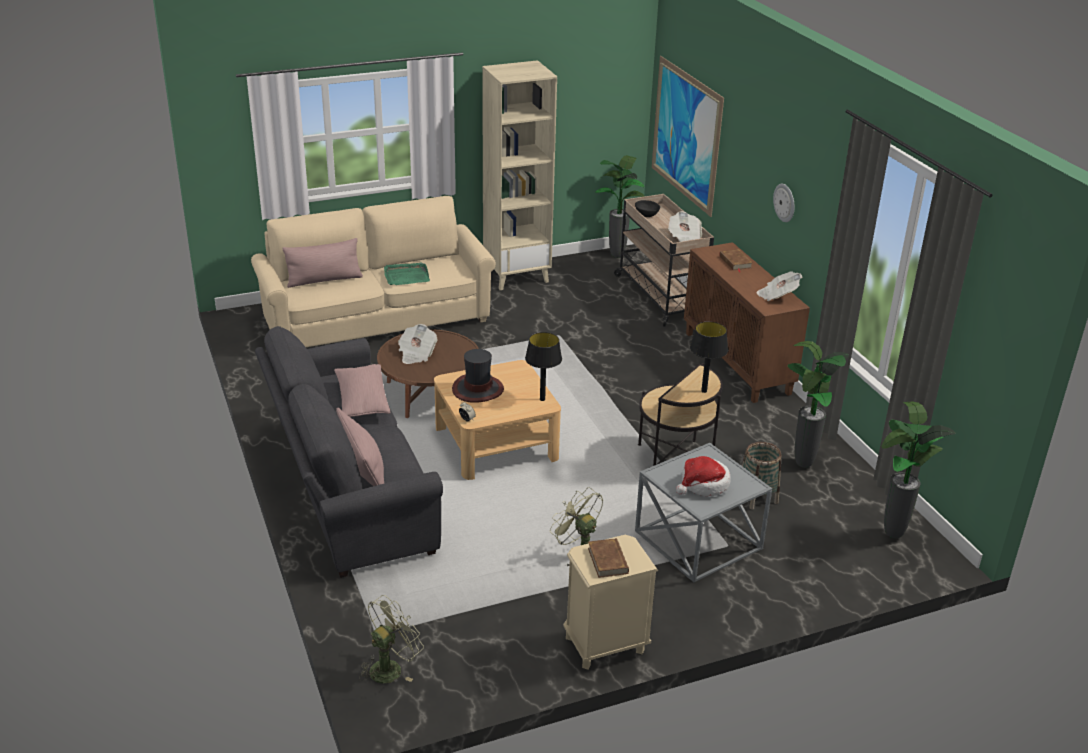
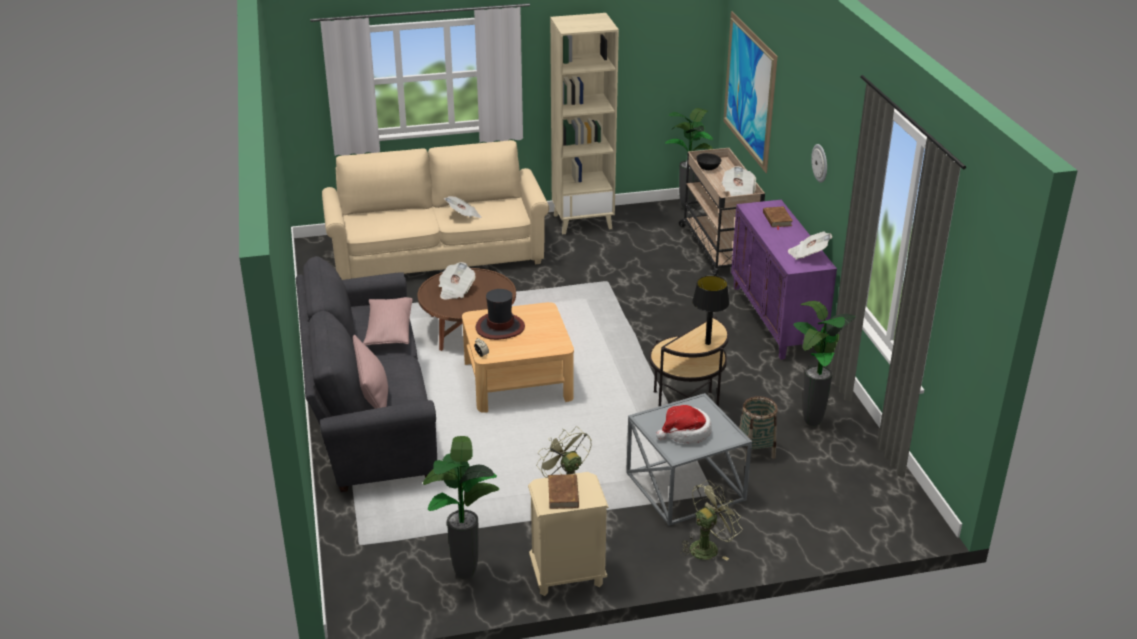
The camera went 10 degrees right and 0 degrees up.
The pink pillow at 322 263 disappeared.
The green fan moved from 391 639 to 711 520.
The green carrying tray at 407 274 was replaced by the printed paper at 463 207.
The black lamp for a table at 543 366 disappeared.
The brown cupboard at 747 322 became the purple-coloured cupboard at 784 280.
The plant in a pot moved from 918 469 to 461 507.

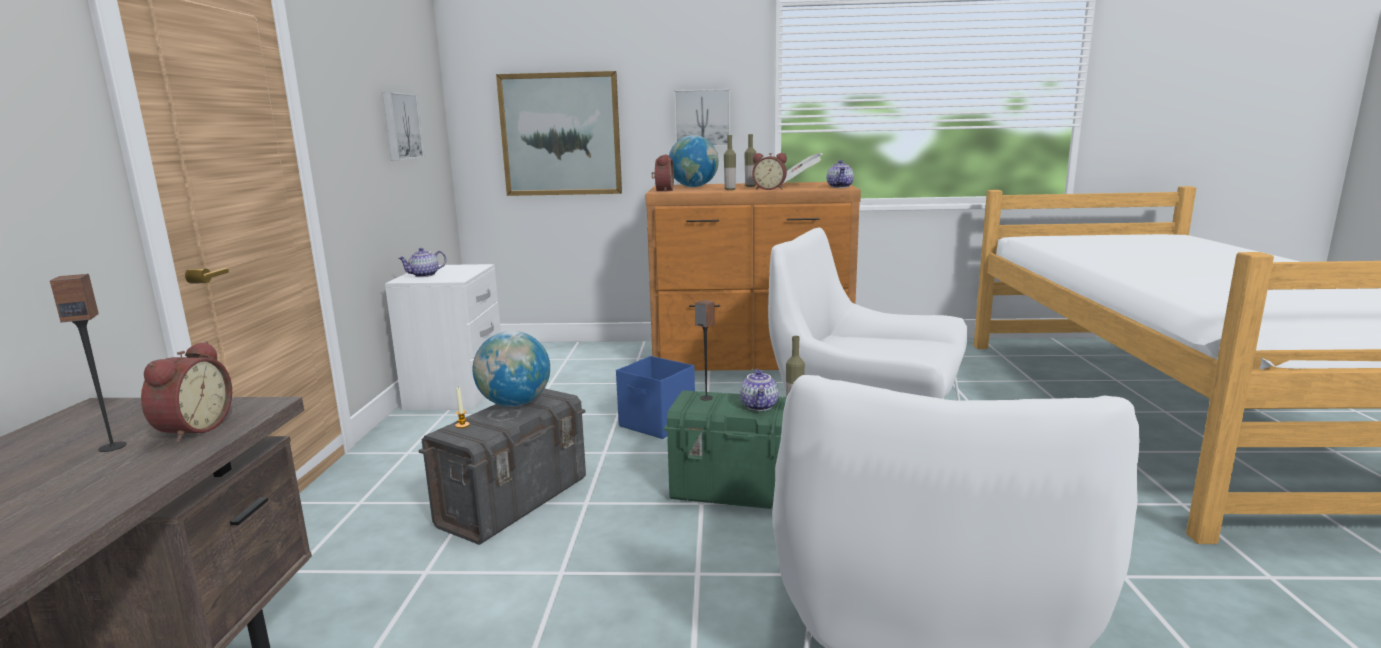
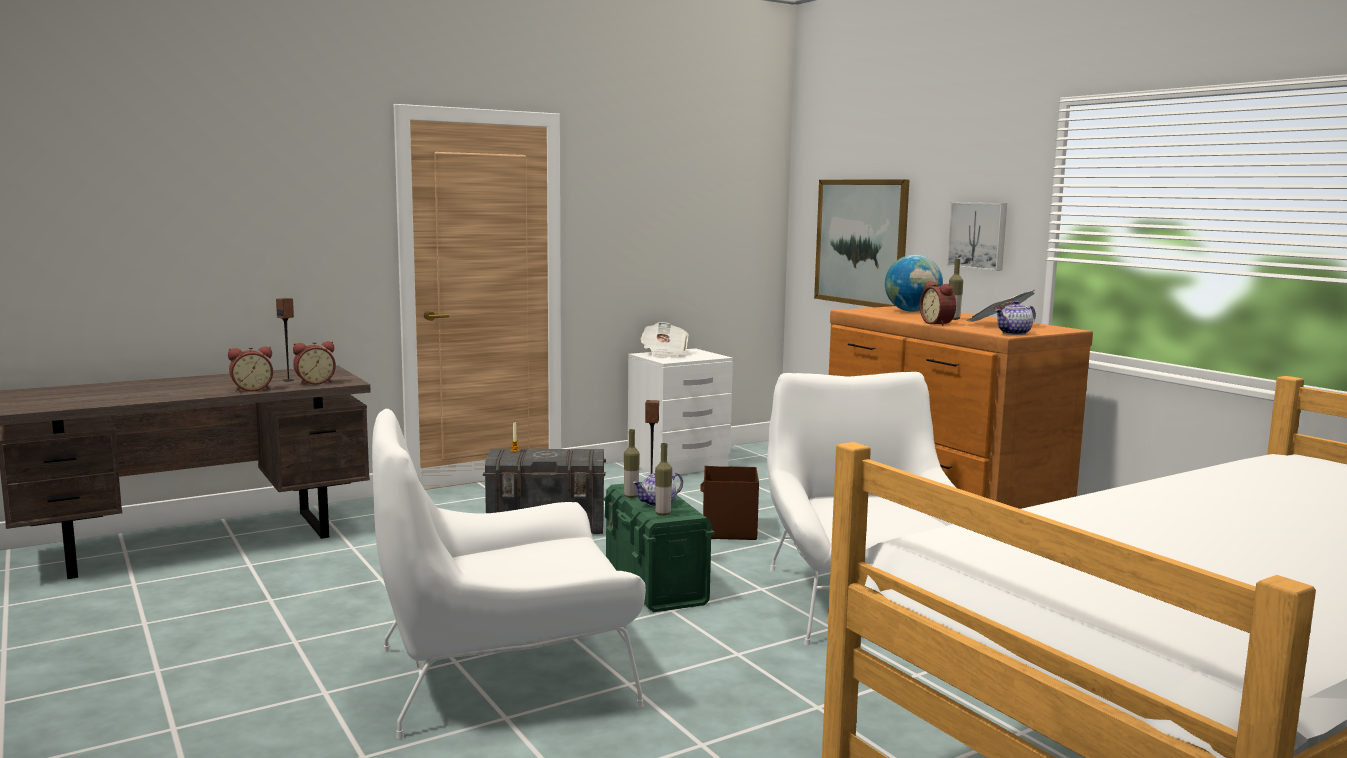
The camera went 55 degrees right and 5 degrees down.
The picture at 403 126 disappeared.
The tea pot at 422 262 was replaced by the printed paper at 664 340.
The globe at 511 369 disappeared.
The blue-coloured storage box at 655 397 became the brown storage box at 729 503.
The table clock moved from 662 173 to 250 369.
The beverage bottle moved from 730 162 to 632 463.

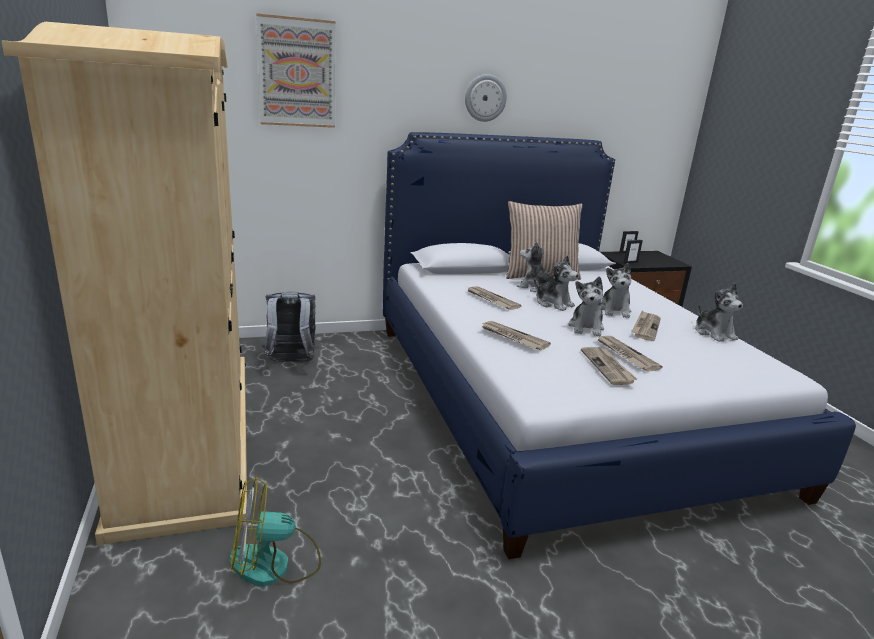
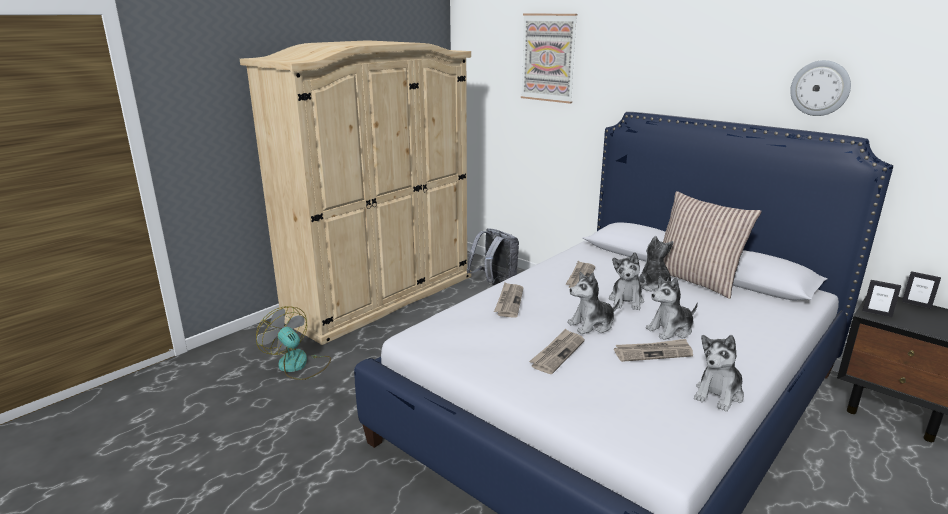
The camera went 60 degrees right and 0 degrees up.
The hanging clock moved from 486 98 to 820 88.
The printed paper at 609 366 disappeared.

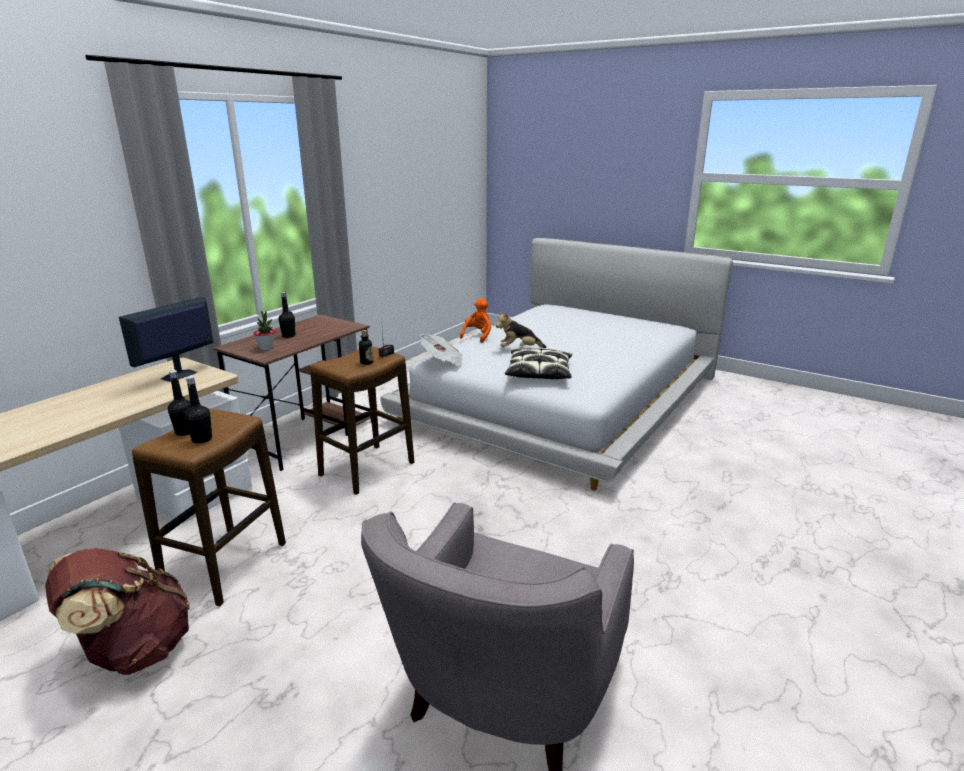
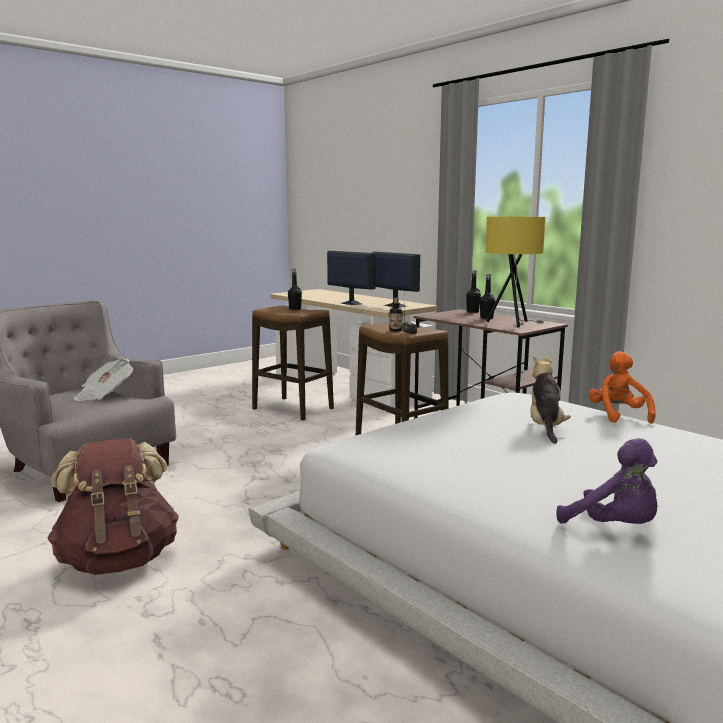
The camera went 105 degrees right and 10 degrees down.
The brown knapsack moved from 117 611 to 113 506.
The black beverage bottle moved from 198 409 to 473 291.
The plant in a pot at 264 331 disappeared.
The printed paper moved from 441 350 to 103 380.
The orangey cuddly toy at 475 320 turned 135 degrees counterclockwise.
The pillow at 538 364 disappeared.
The computer display at 351 278 appeared.
The yellowish lamp for a table at 515 272 appeared.
The purple-coloured cuddly toy at 606 481 appeared.

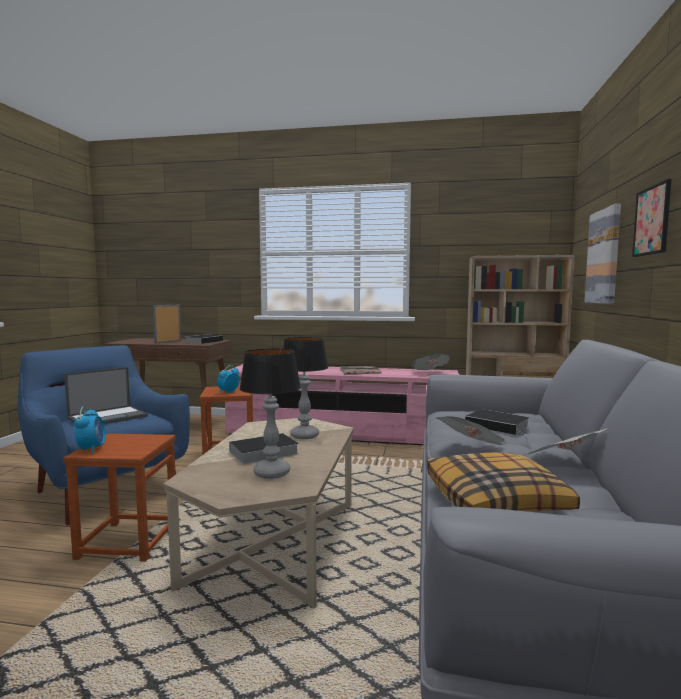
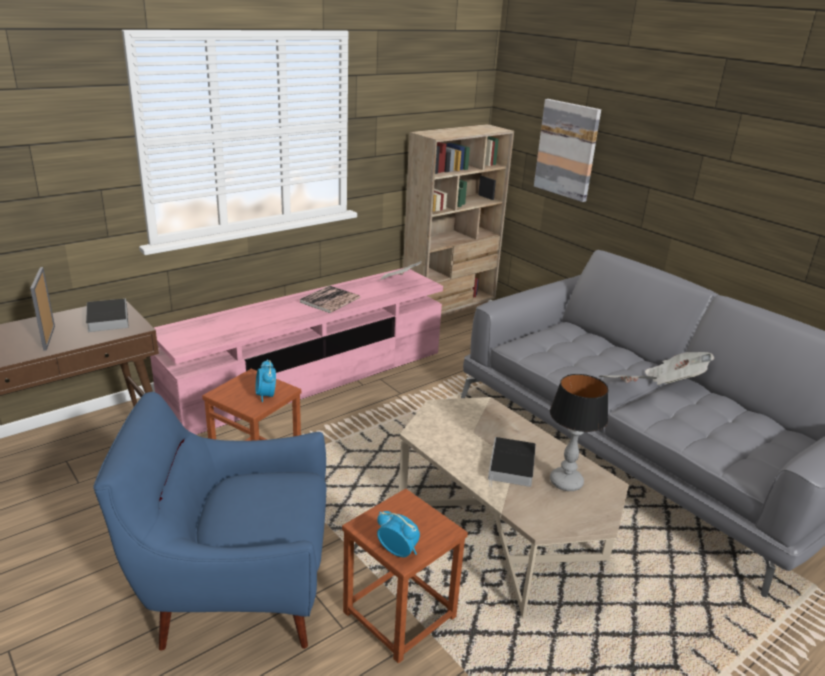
The camera went 50 degrees left and 20 degrees up.
The laptop at 106 395 disappeared.
The lamp for a table at 305 388 disappeared.
The pillow at 503 482 disappeared.
The volume at 497 422 disappeared.
The picture at 652 218 disappeared.

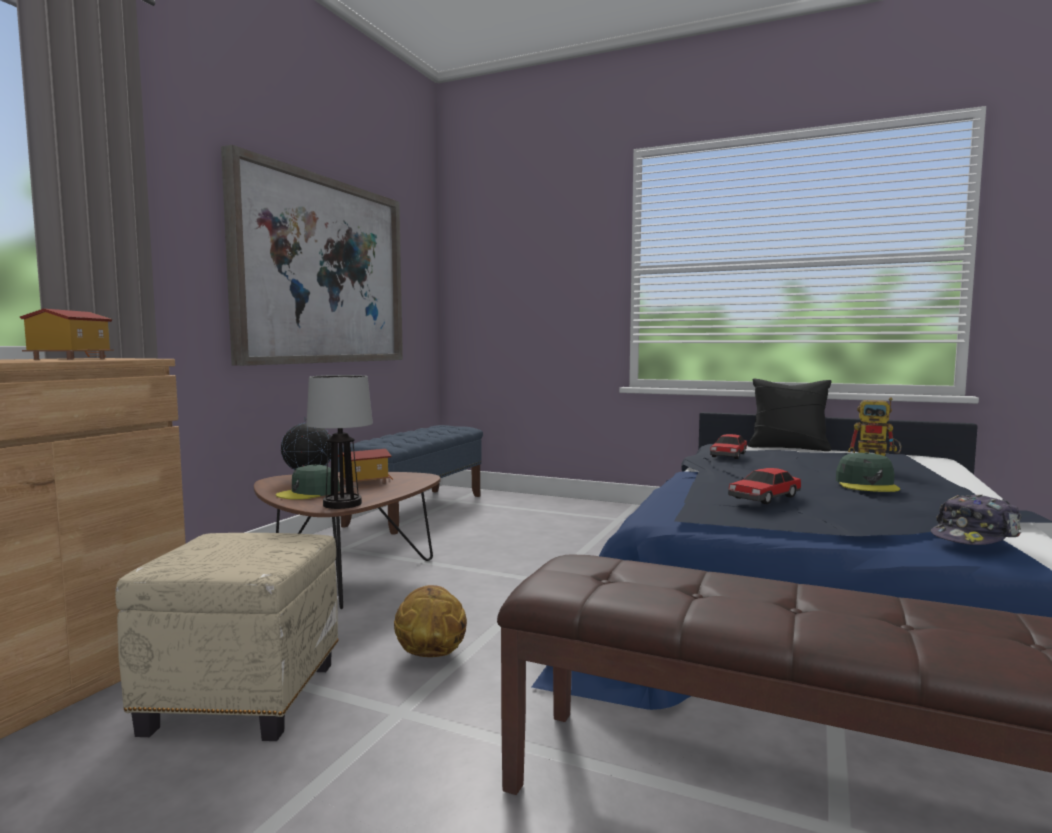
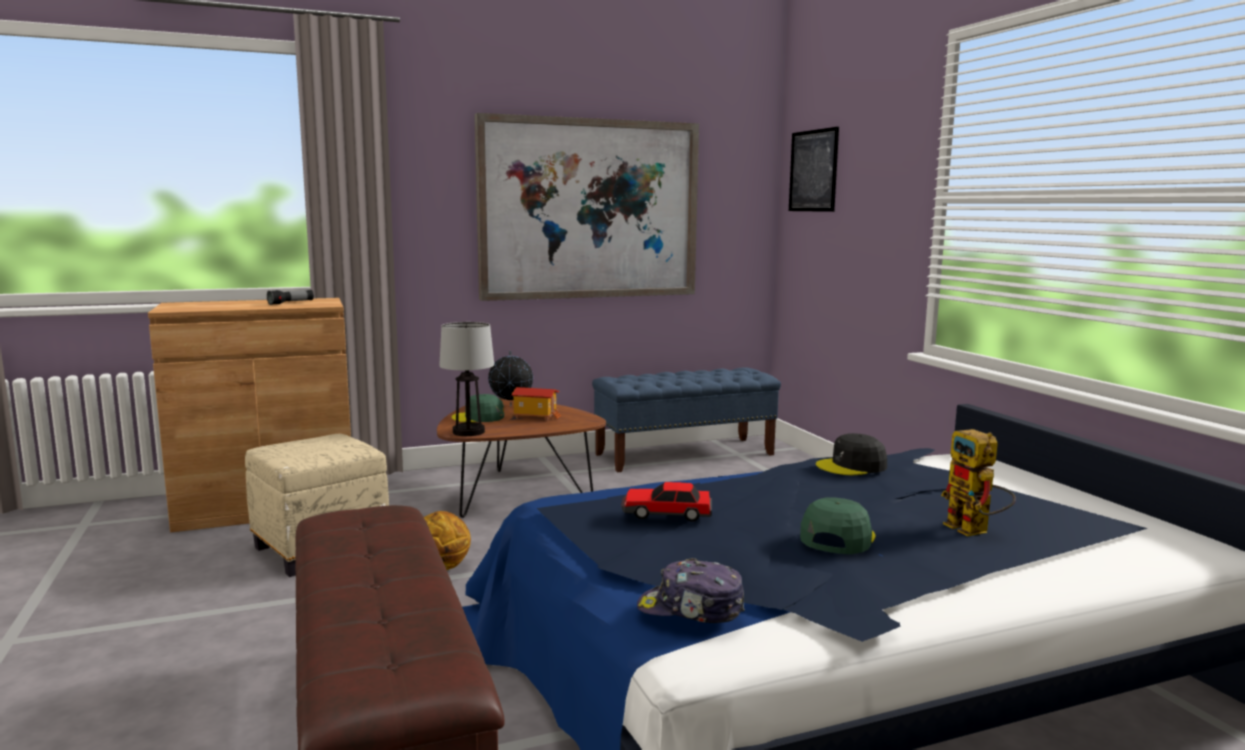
The camera went 45 degrees right and 5 degrees up.
The model house at 67 334 was replaced by the hand torch at 290 297.
The model car at 728 446 was replaced by the black cap at 851 454.
The black pillow at 790 415 disappeared.
The green cap at 868 472 turned 150 degrees clockwise.
The picture at 814 169 appeared.

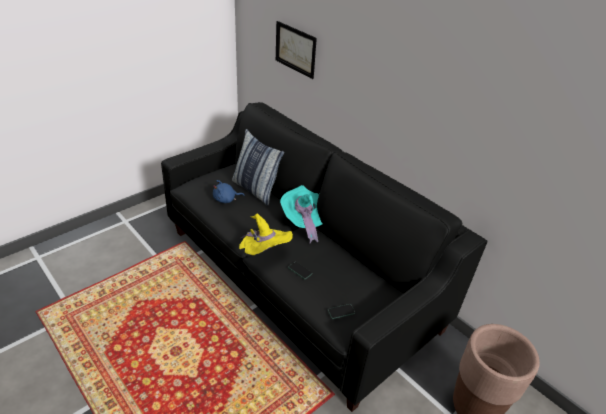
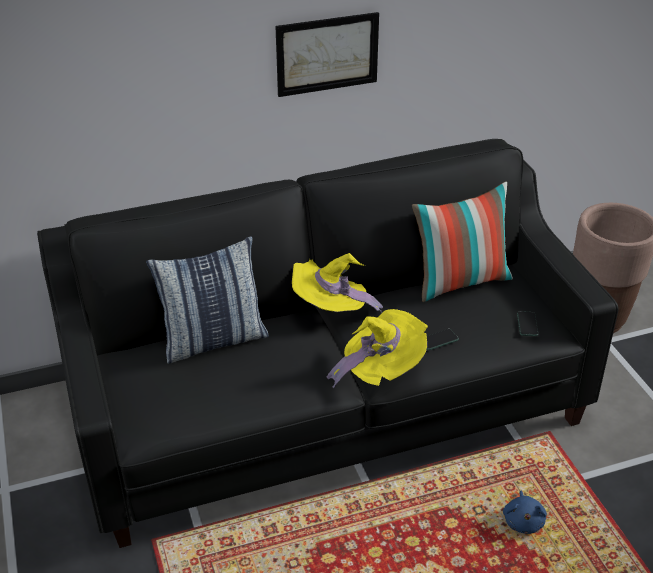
The camera went 65 degrees left and 0 degrees up.
The blue-coloured cuddly toy moved from 228 191 to 525 512.
The picture moved from 296 50 to 327 54.
The blue-green hat at 301 214 became the yellowish hat at 337 283.
The pillow at 462 242 appeared.

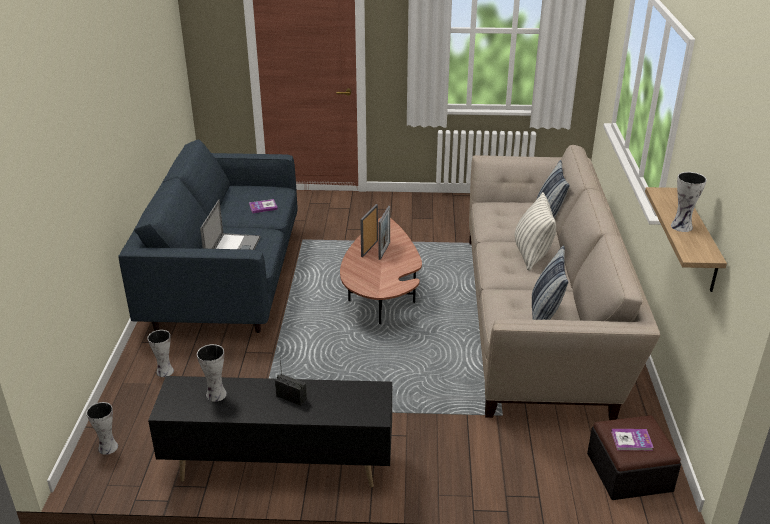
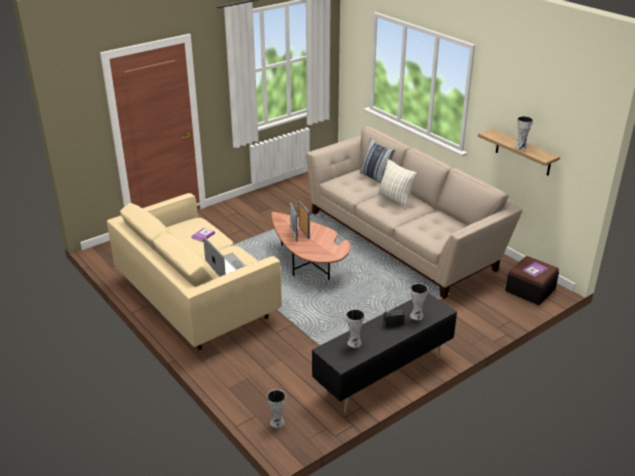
The camera went 40 degrees left and 0 degrees up.
The blue-coloured sofa at 208 236 became the sand-coloured sofa at 194 271.
The flower vase moved from 161 353 to 419 301.
The pillow at 550 282 disappeared.

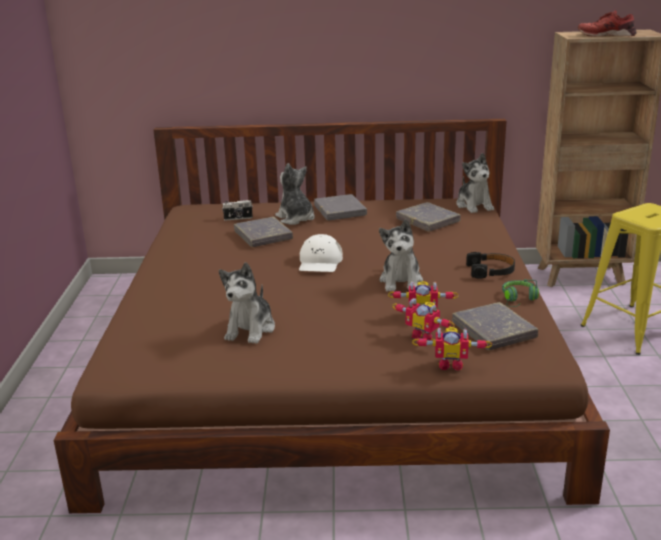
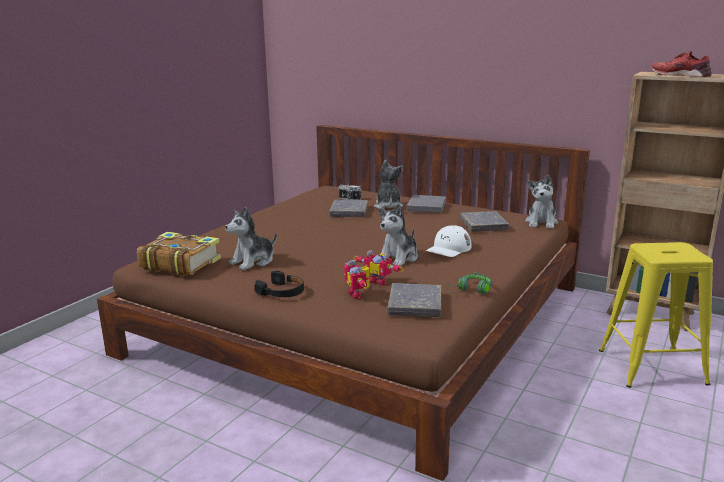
The camera went 30 degrees right and 5 degrees down.
The white-coloured cap moved from 321 253 to 449 241.
The model robot at 452 348 disappeared.
The black headphones moved from 490 265 to 279 284.
The volume at 179 254 appeared.

